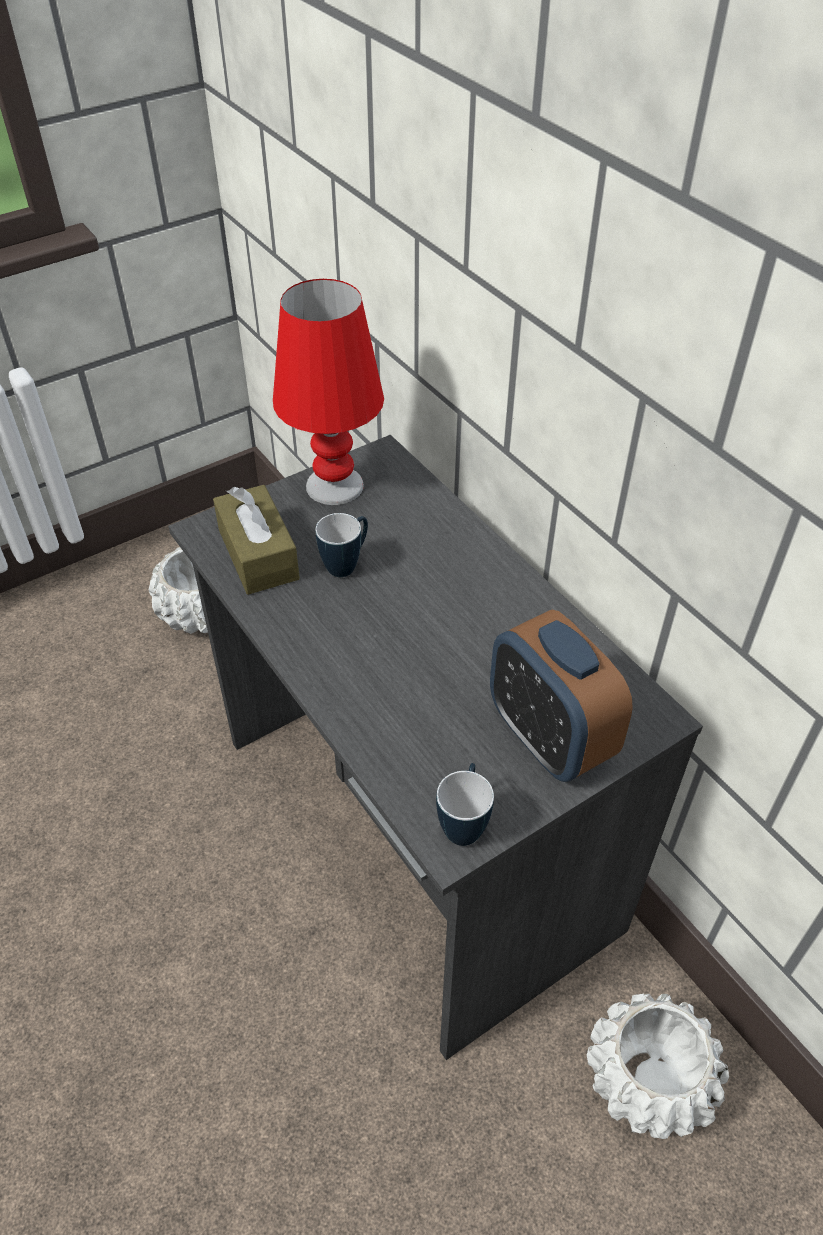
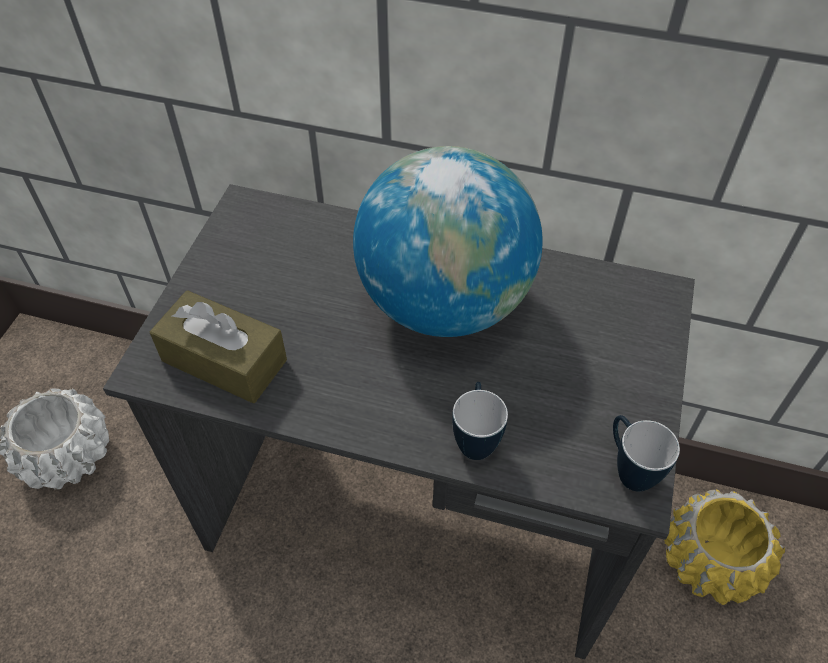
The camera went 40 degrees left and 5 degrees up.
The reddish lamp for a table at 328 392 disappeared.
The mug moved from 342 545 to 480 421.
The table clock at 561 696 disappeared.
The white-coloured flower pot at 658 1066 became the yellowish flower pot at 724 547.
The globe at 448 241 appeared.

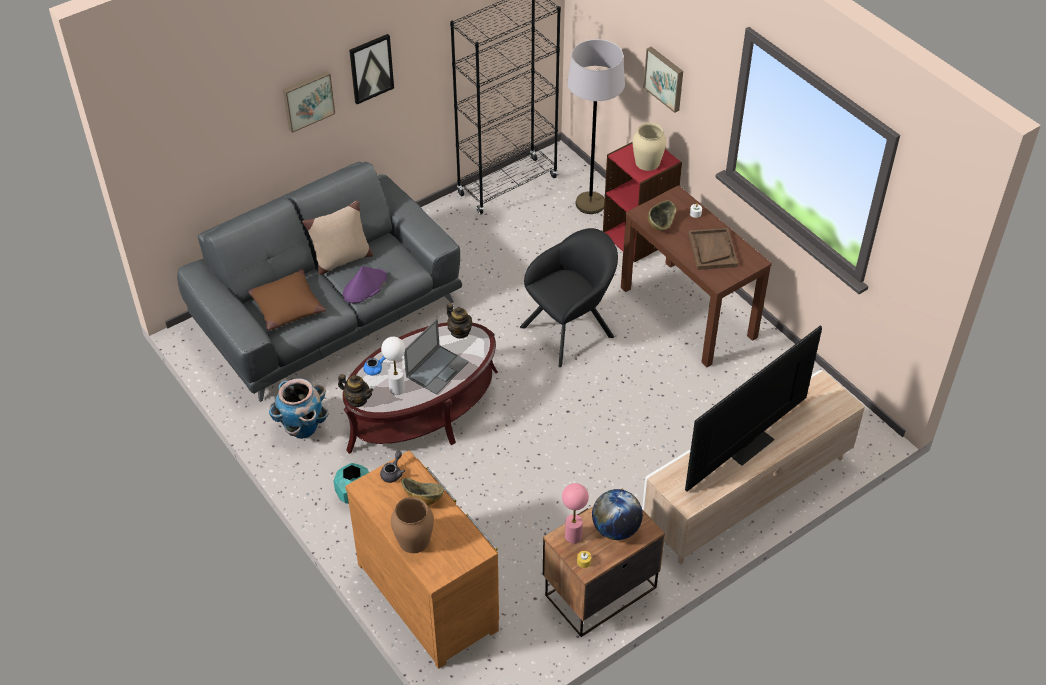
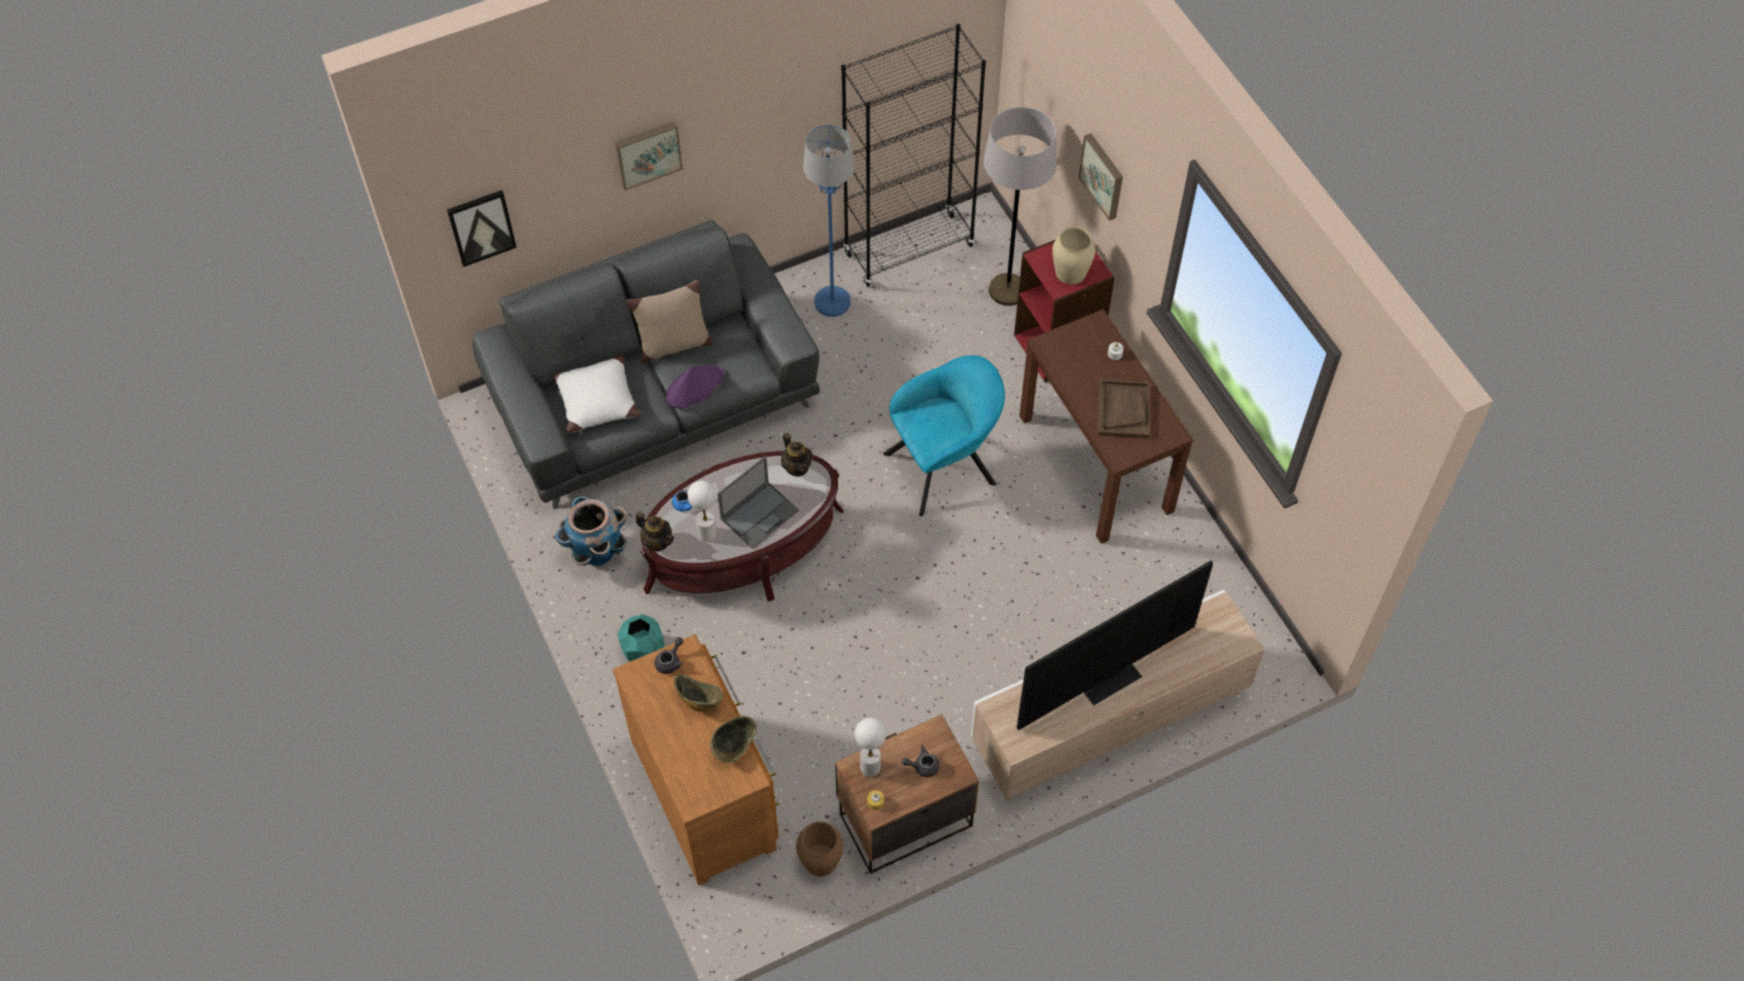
The camera went 10 degrees right and 10 degrees up.
The brown pillow at 287 299 became the white-coloured pillow at 597 393.
The picture moved from 371 69 to 482 228.
The brown flower vase moved from 412 525 to 819 849.
The black armchair at 569 297 became the blue-green armchair at 944 435.
The pink lamp for a table at 575 513 became the white-coloured lamp for a table at 870 747.
The globe at 617 514 was replaced by the gray tea pot at 920 761.
The serving bowl moved from 662 215 to 733 739.
The blue-coloured standing lamp at 828 220 appeared.

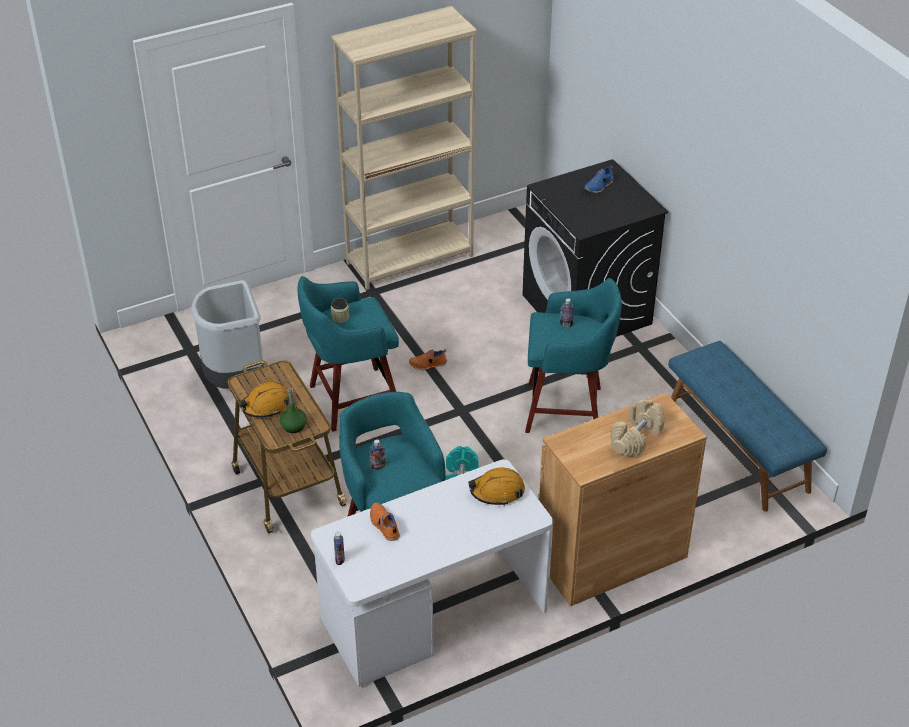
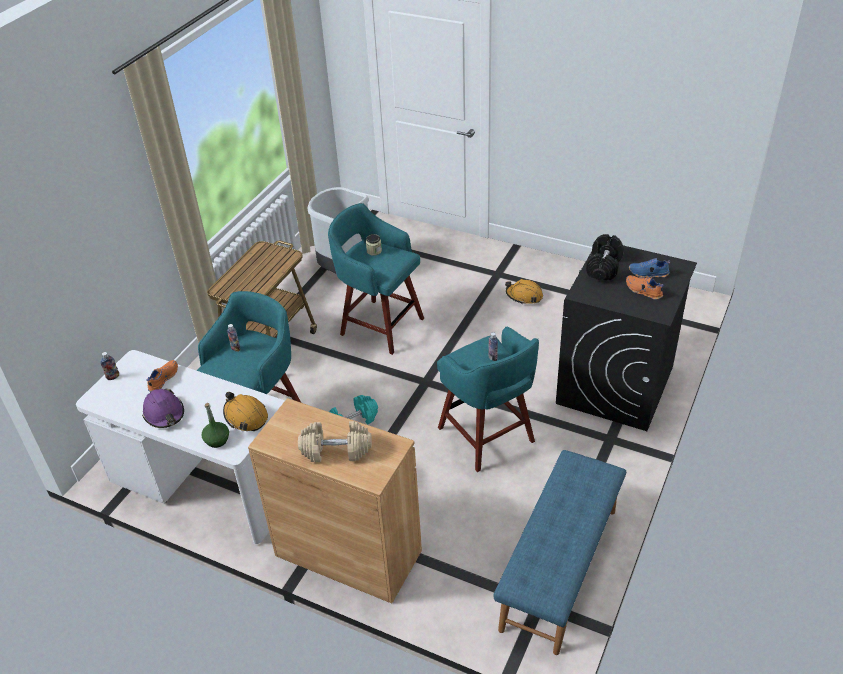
The camera went 55 degrees right and 0 degrees up.
The orangey hard hat moved from 264 400 to 524 291.
The green beverage bottle moved from 293 410 to 215 425.
The sand-coloured bookshelf at 404 148 disappeared.
The orangey low shoe moved from 428 359 to 645 287.
The purple-coloured hard hat at 163 408 appeared.
The black hand weight at 605 257 appeared.

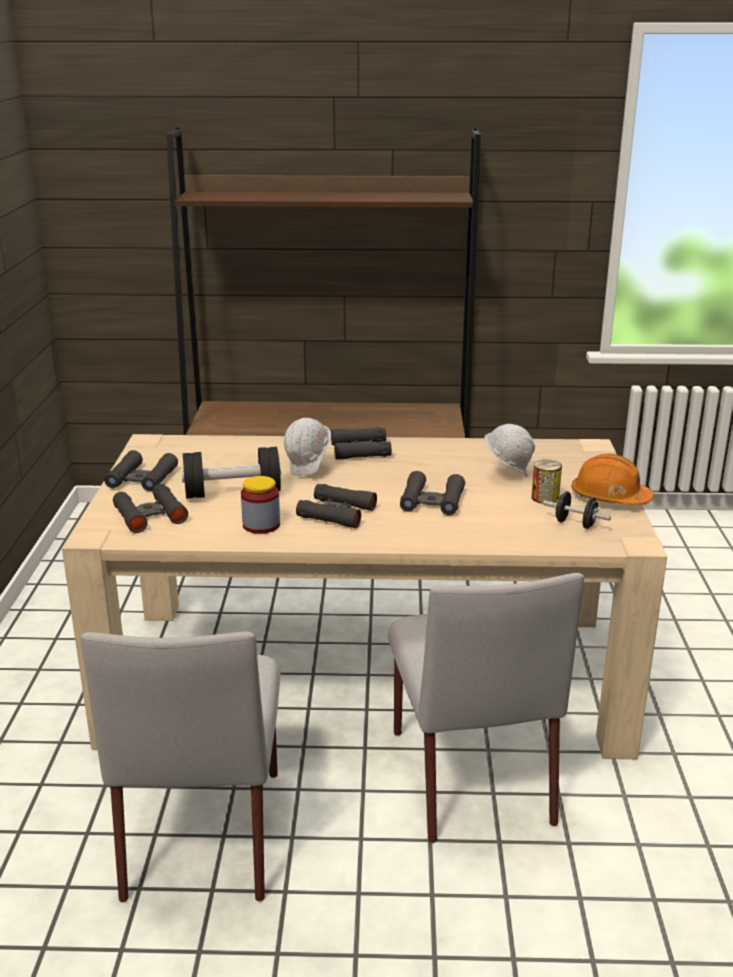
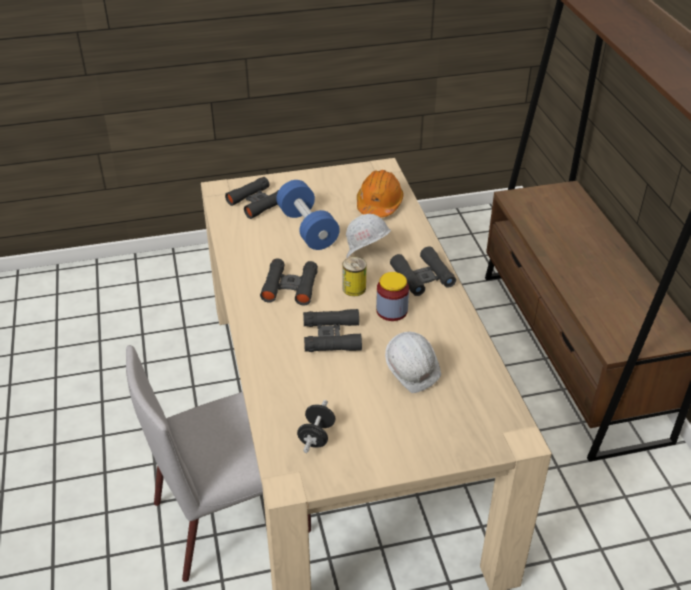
The camera went 75 degrees right and 15 degrees up.
The gray chair at 180 766 disappeared.
The black binoculars at 141 471 disappeared.
The black hand weight at 231 472 became the blue-coloured hand weight at 308 215.
The preserve jar moved from 260 505 to 392 296.
The sealed can moved from 546 481 to 354 276.
The orangey hard hat moved from 612 479 to 380 194.

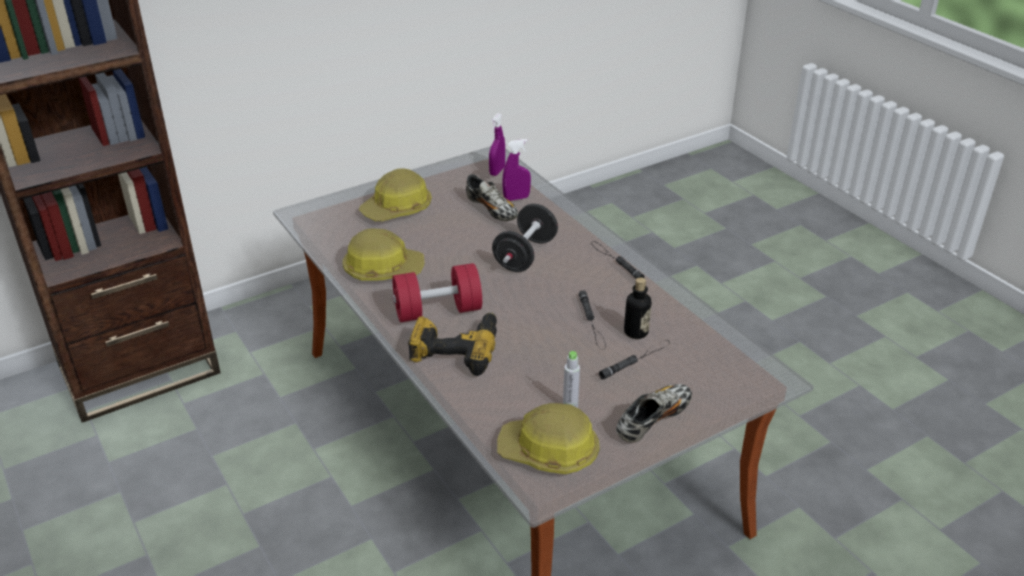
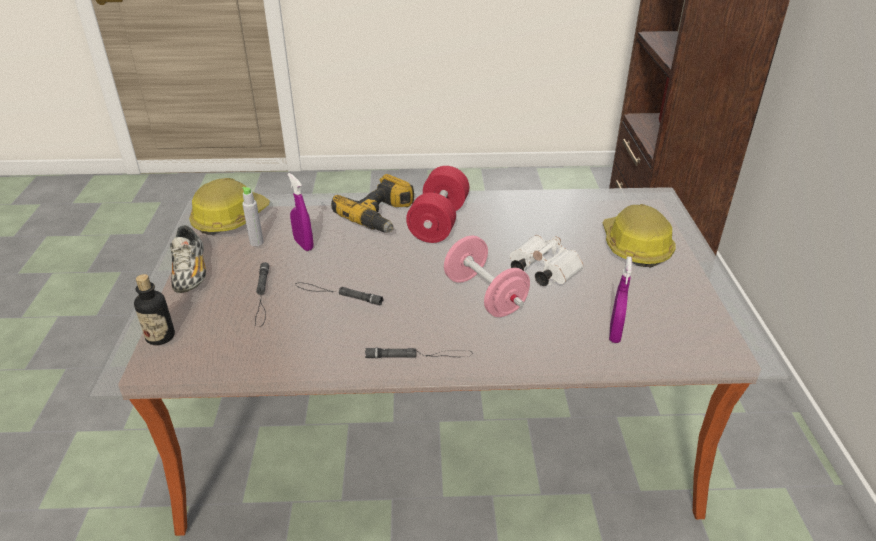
The camera went 120 degrees right and 0 degrees up.
The hard hat at 383 254 disappeared.
The low shoe at 492 197 disappeared.
The purple-coloured sprayer moved from 497 144 to 300 212.
The black hand weight at 525 238 became the pink hand weight at 487 276.
The beverage bottle moved from 638 308 to 154 309.
The white-coloured binoculars at 547 260 appeared.

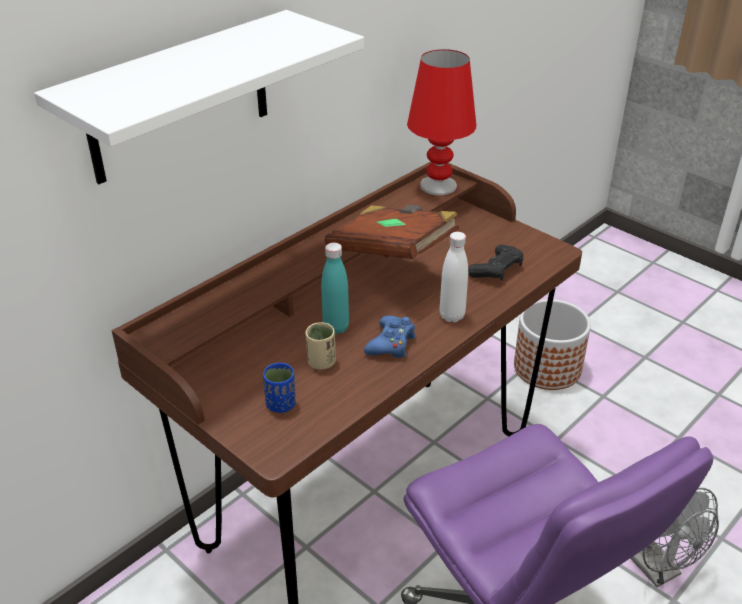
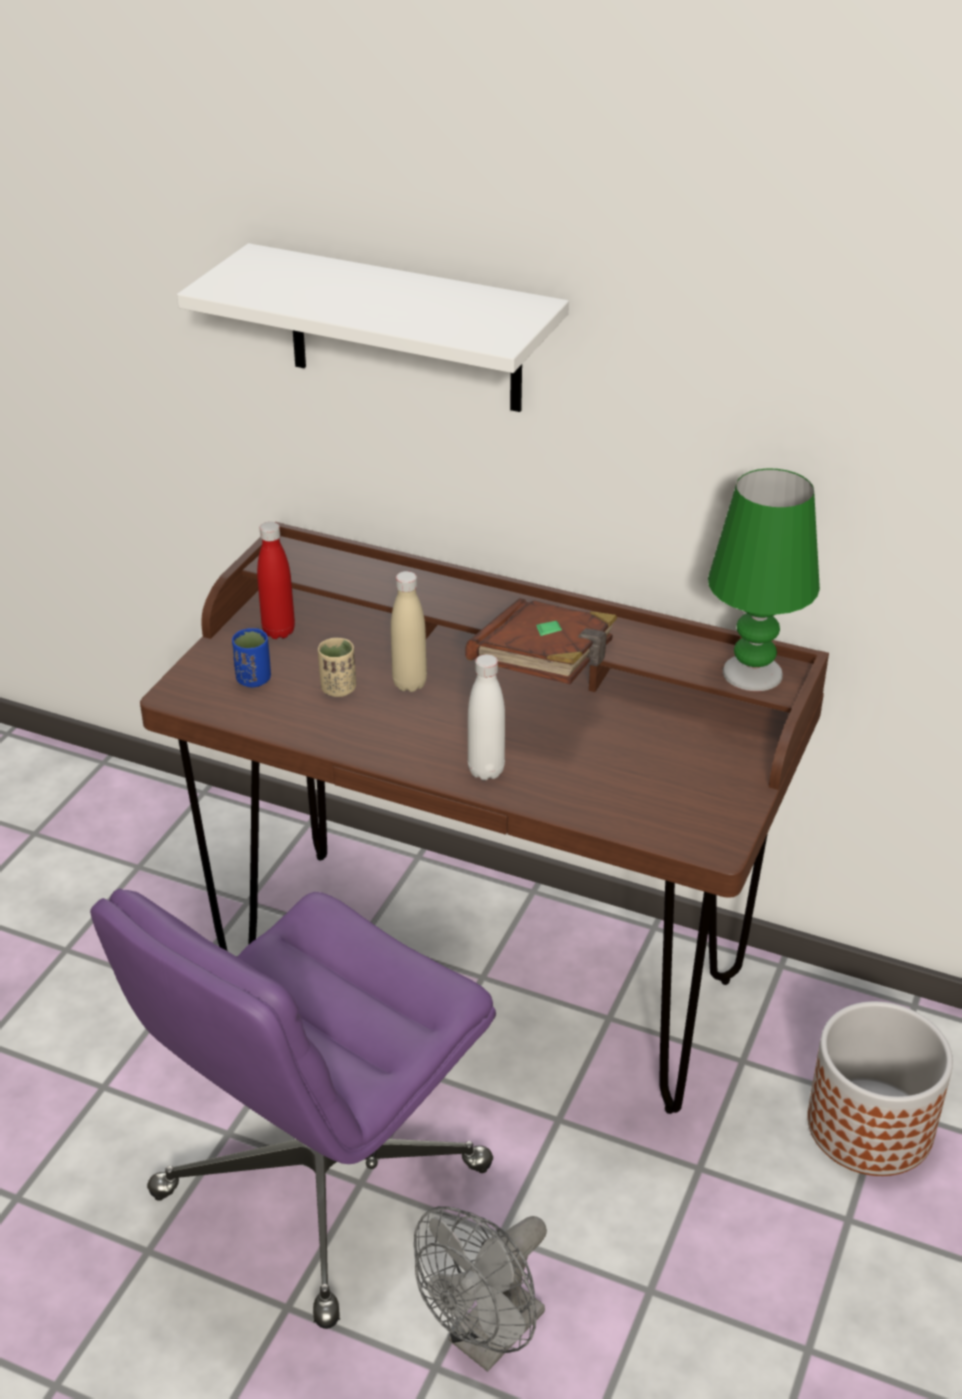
The camera went 70 degrees right and 0 degrees up.
The blue-green beverage bottle at 335 288 became the sand-coloured beverage bottle at 409 631.
The blue-coloured game controller at 390 337 disappeared.
The reddish lamp for a table at 441 122 became the green lamp for a table at 764 579.
The black game controller at 495 262 disappeared.
The reddish beverage bottle at 276 580 appeared.

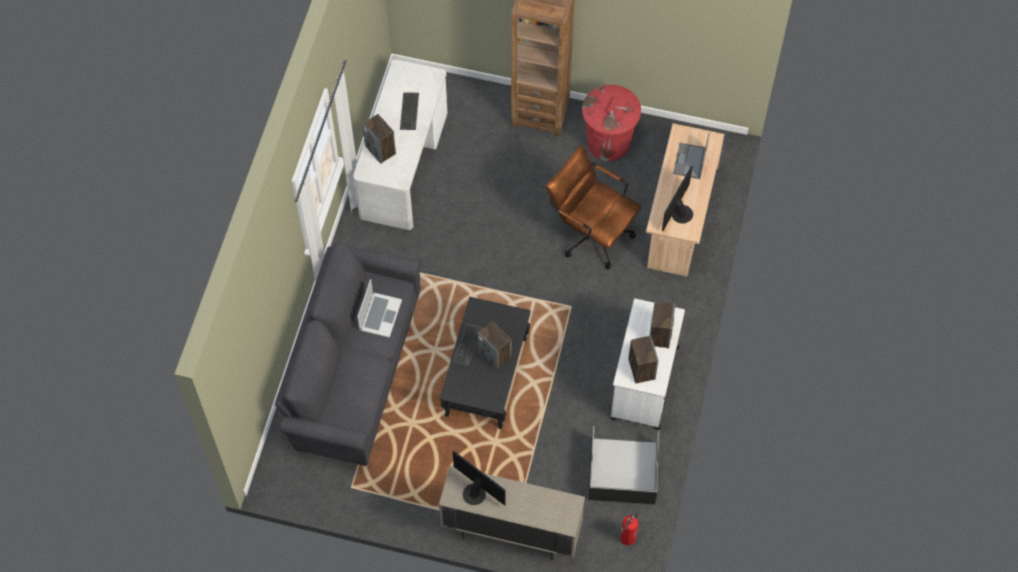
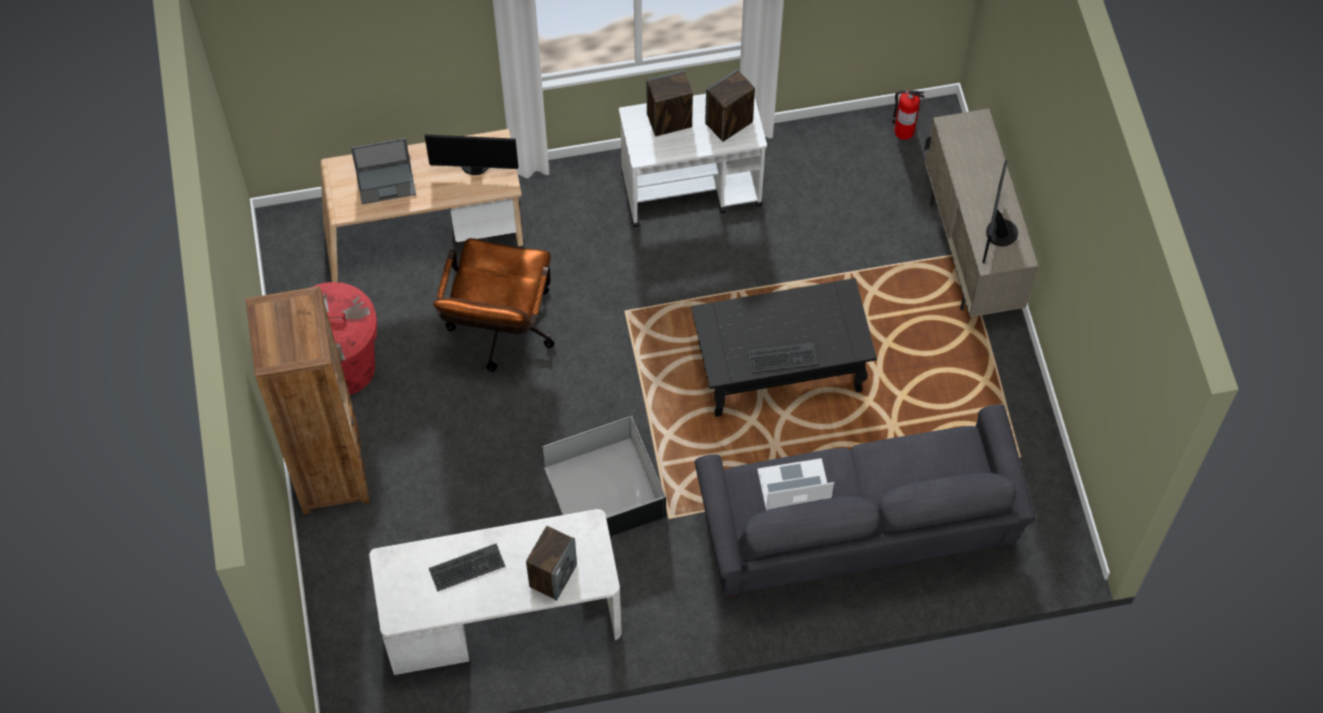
The camera went 115 degrees left and 0 degrees up.
The audio speaker at 494 345 disappeared.
The black storage box moved from 624 465 to 604 476.

